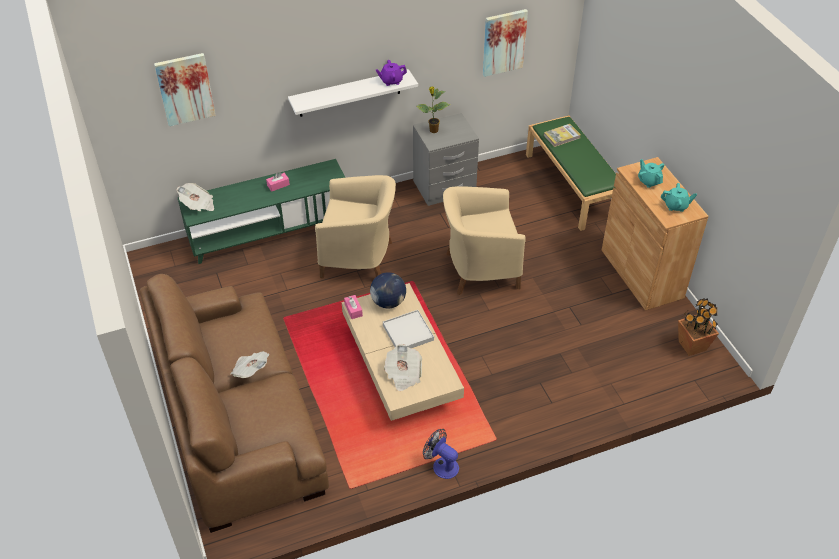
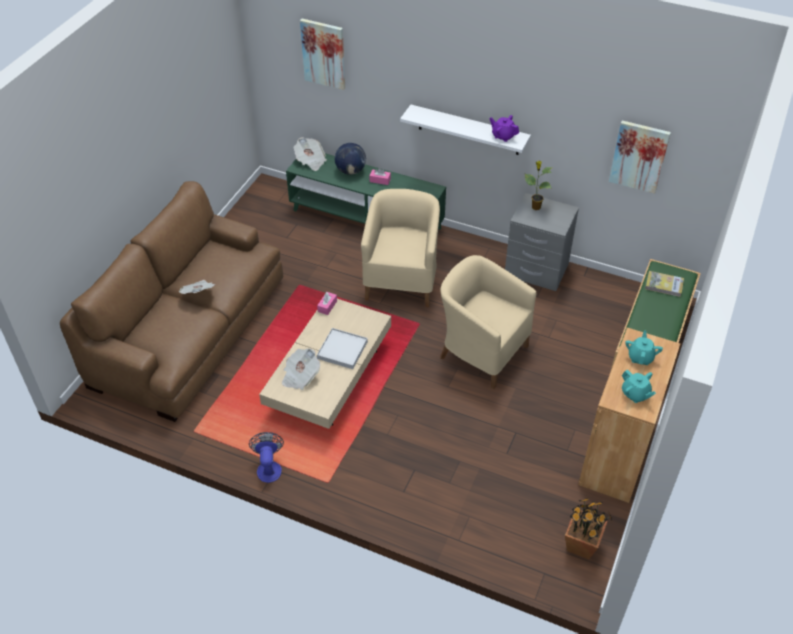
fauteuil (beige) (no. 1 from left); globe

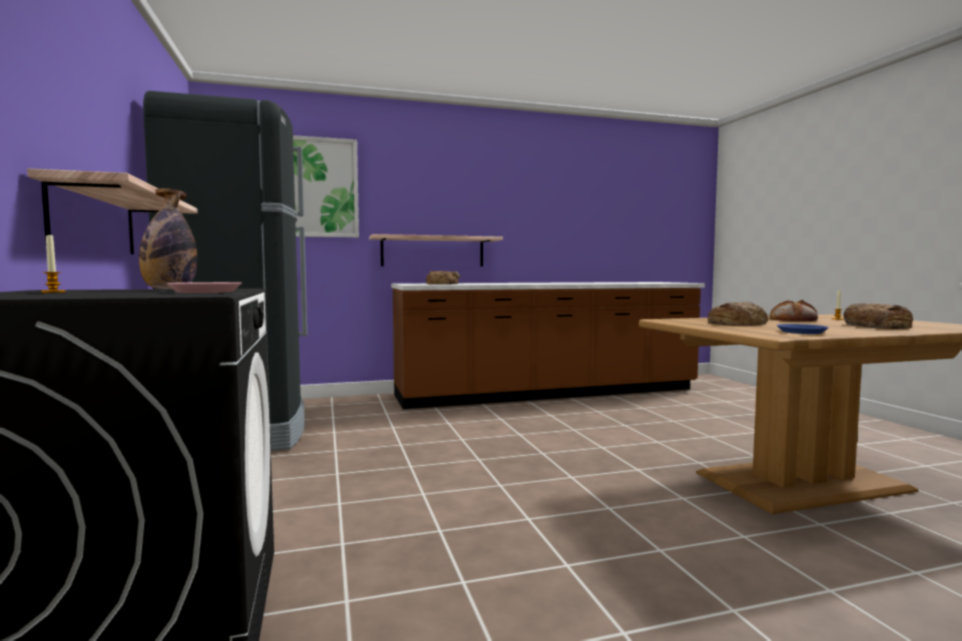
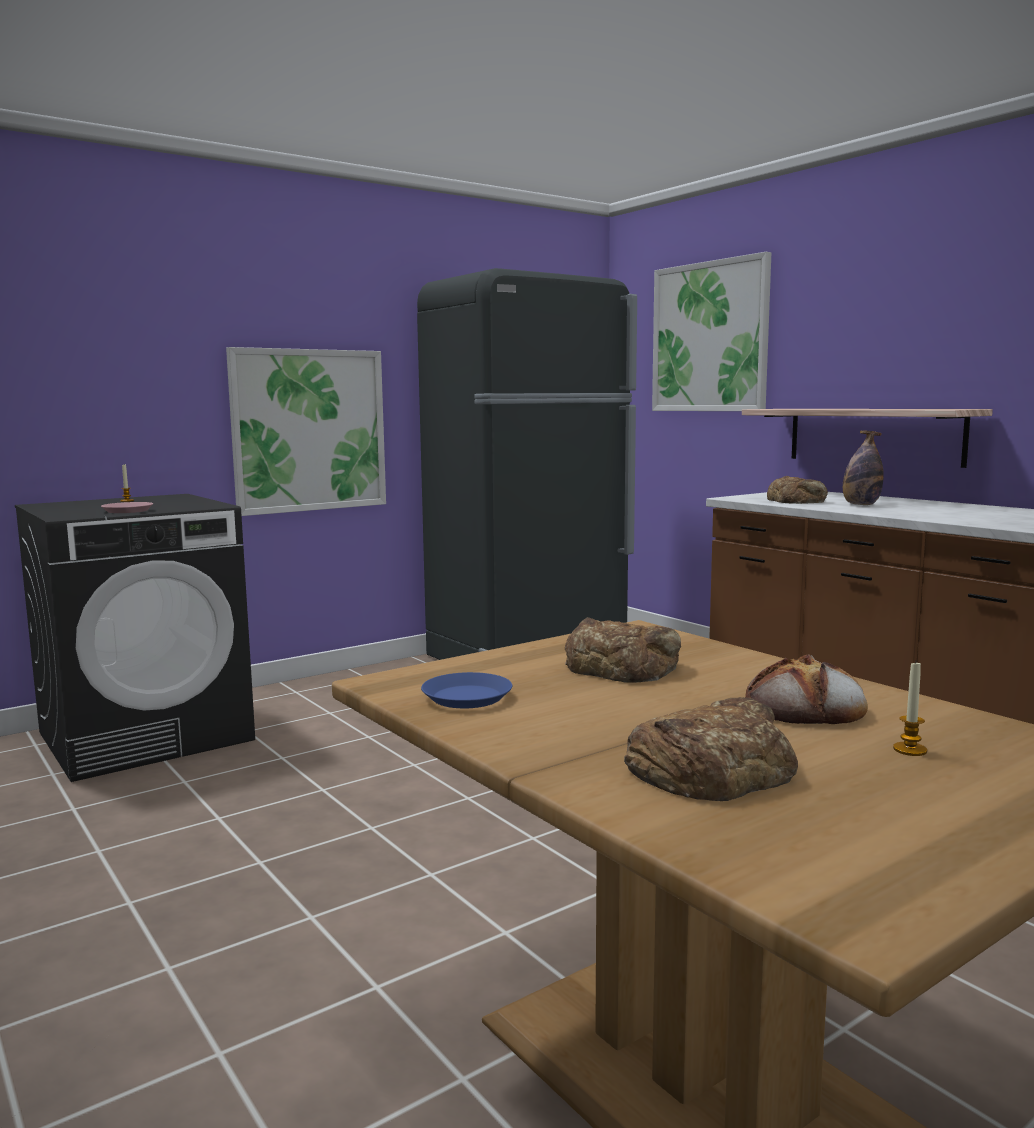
tableau (no. 1 from left); bouteille

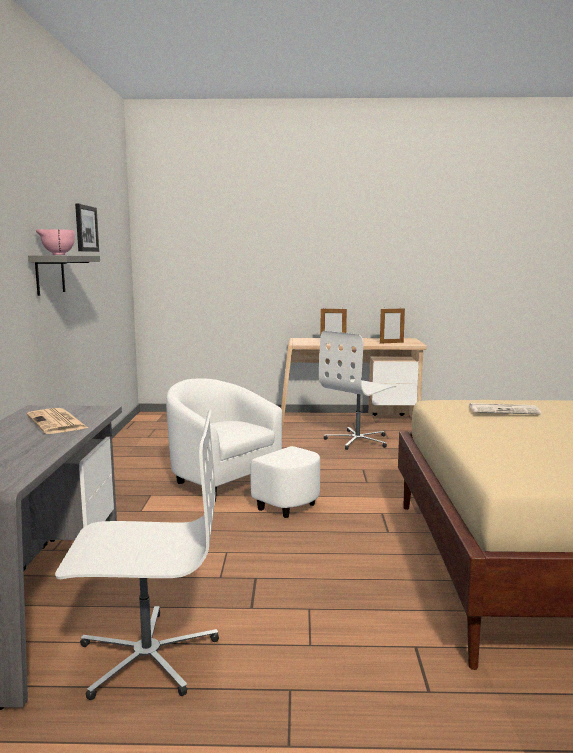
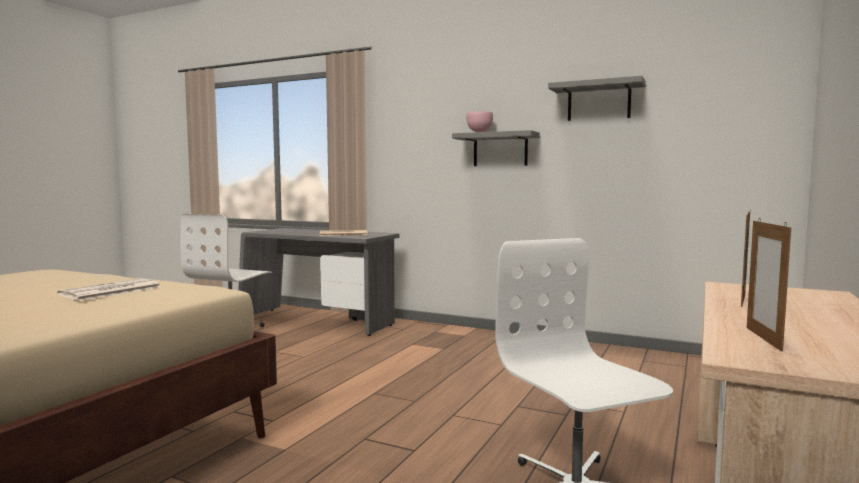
étagère (gris) (no. 2 from left); fauteuil (blanc)

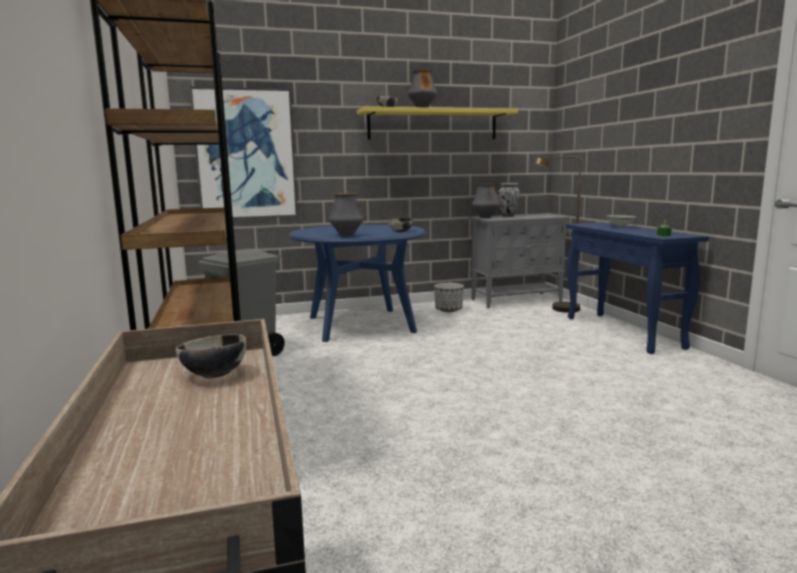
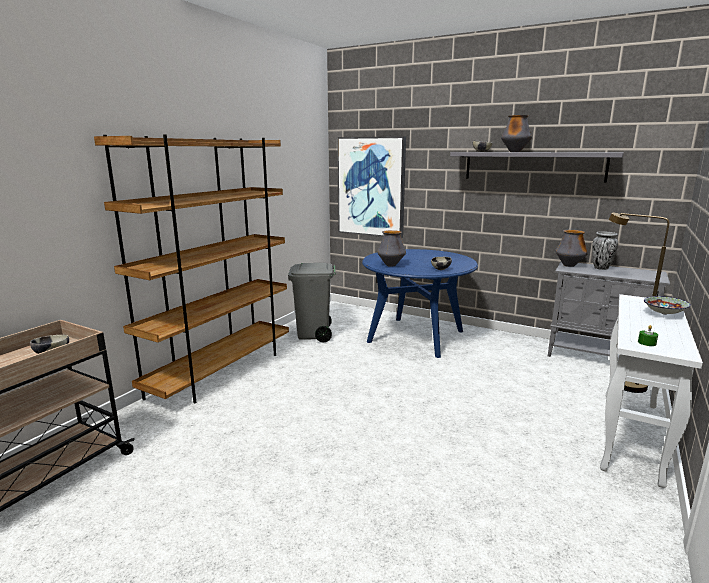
étagère (gris); table console (blanc); cache-pot

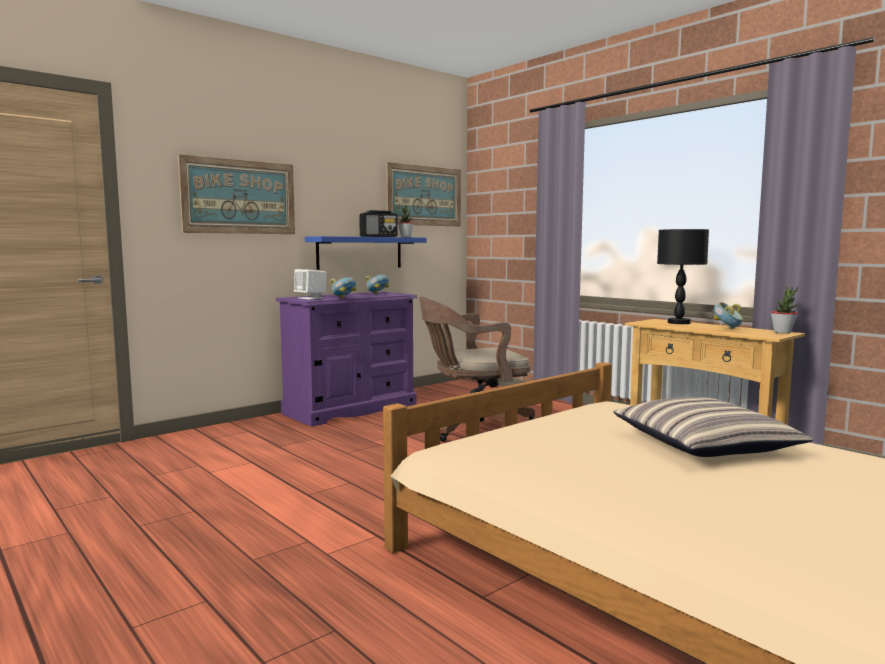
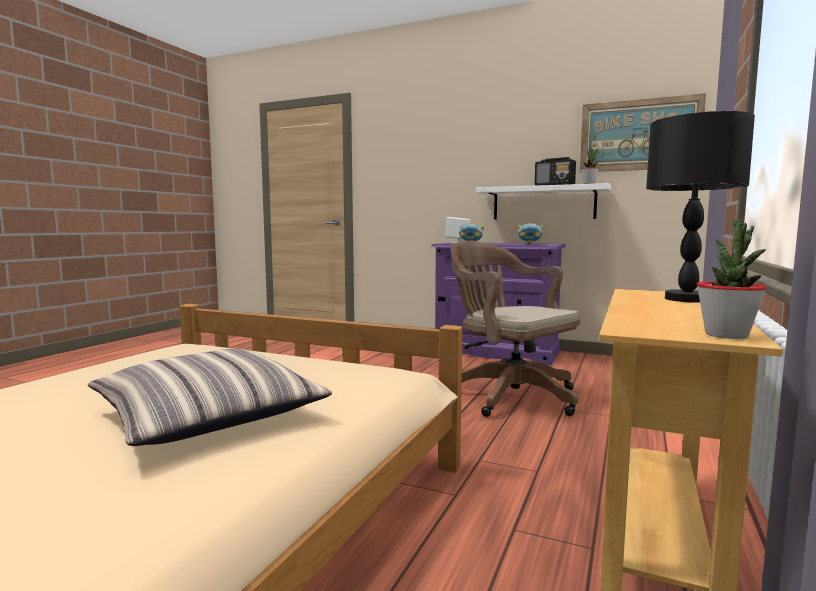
tableau (no. 1 from left in the first image); étagère (blanc); bol (no. 3 from left in the first image)

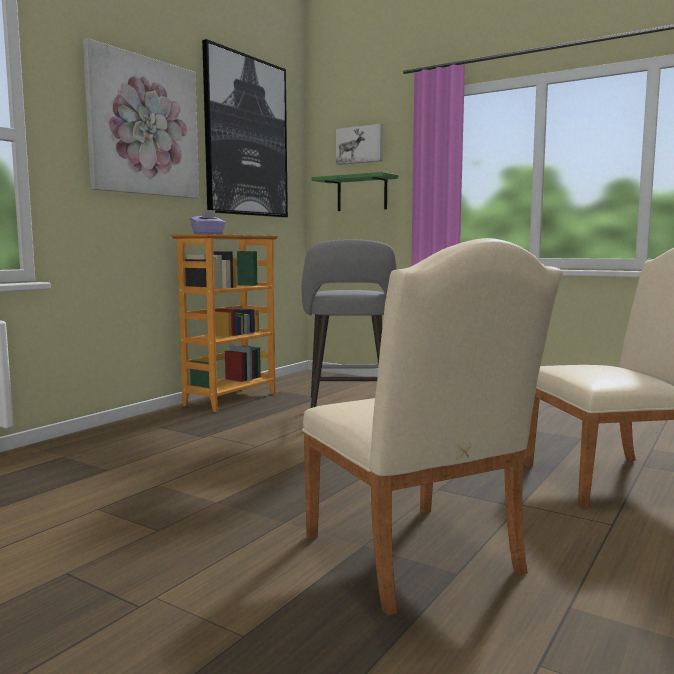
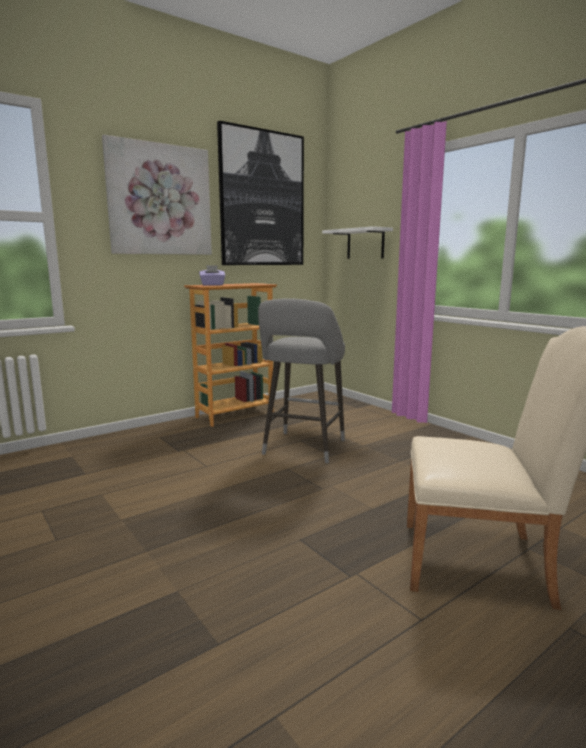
tableau (no. 3 from left in the first image); étagère (blanc); chaise (beige) (no. 1 from left in the first image)

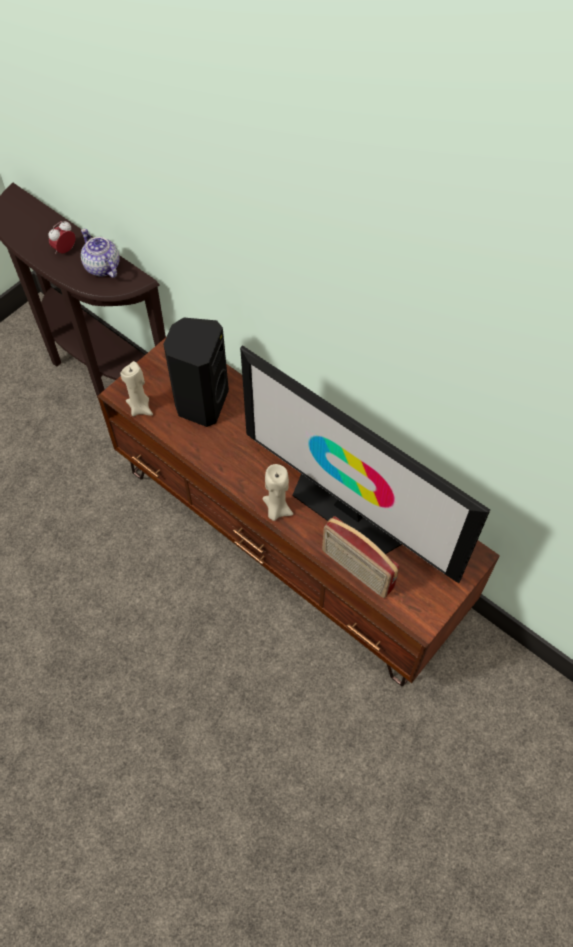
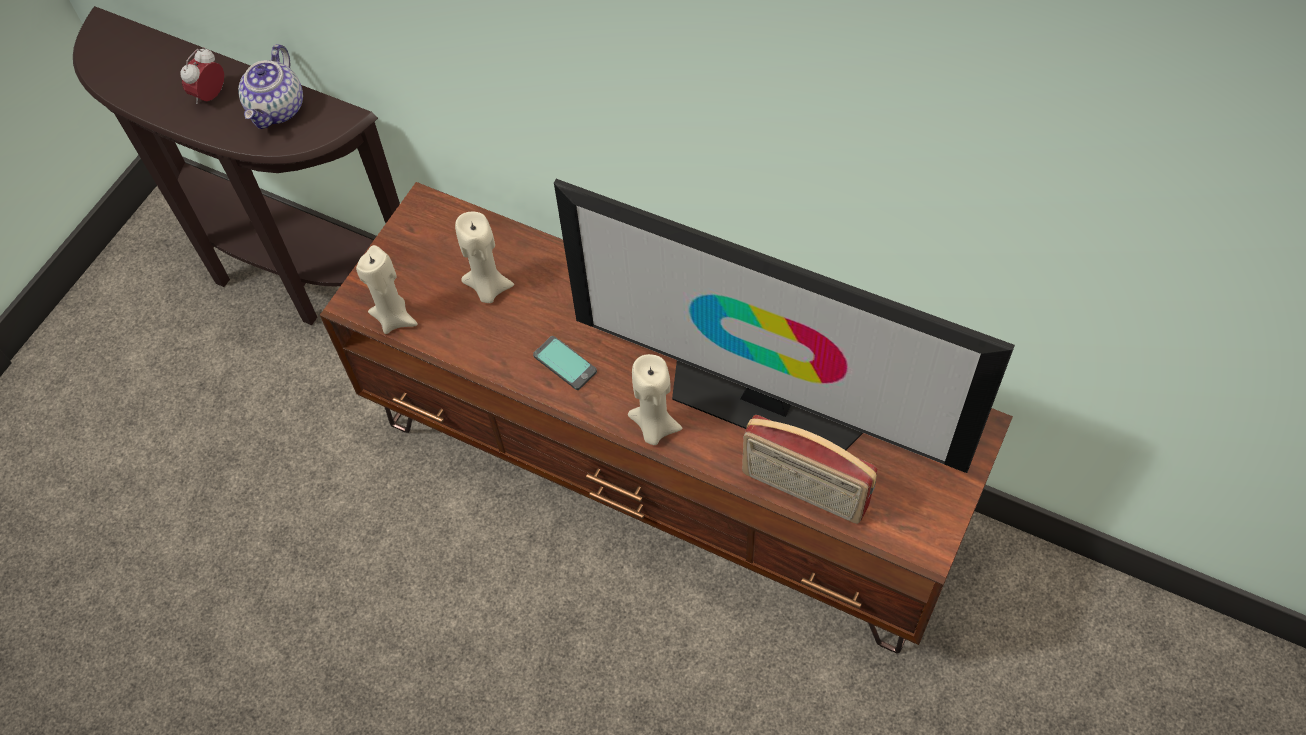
théière; bougie (beige) (no. 2 from left); téléphone

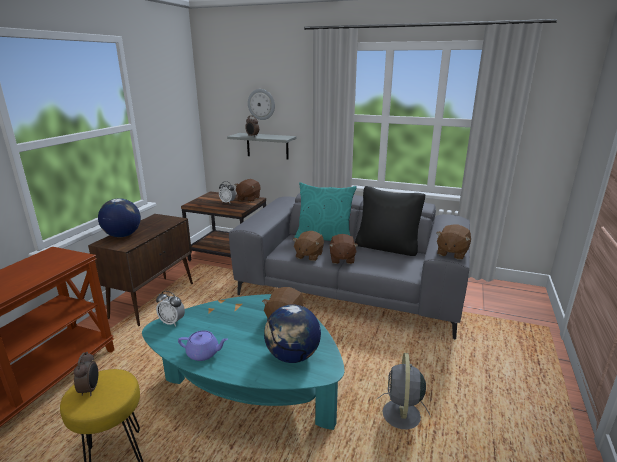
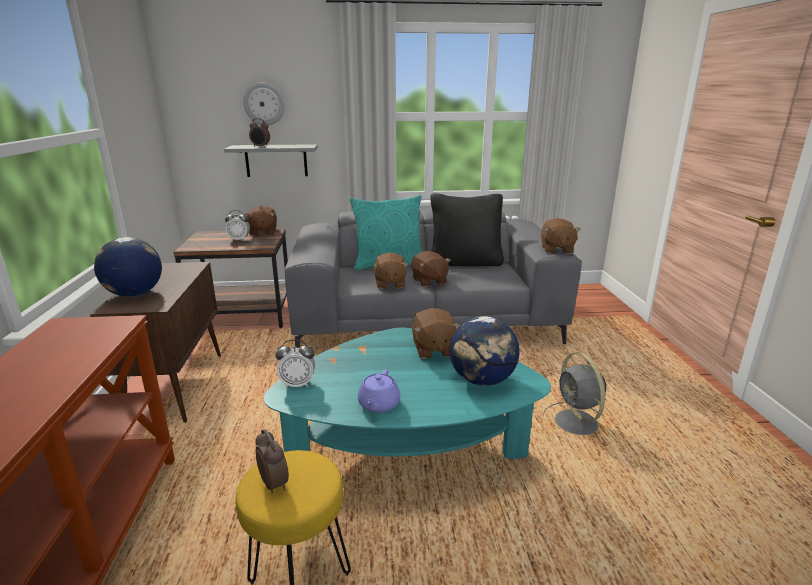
théière (violet)

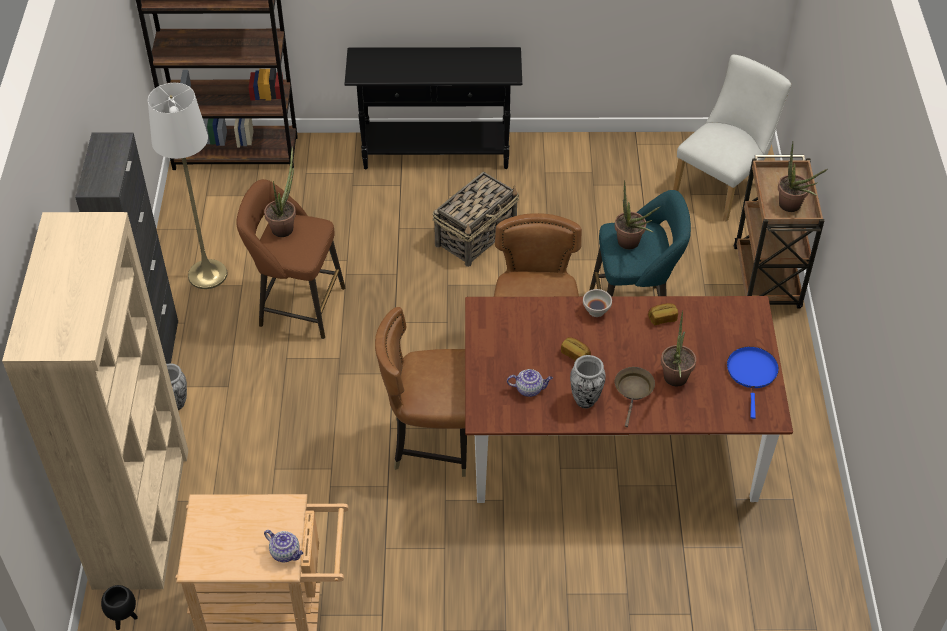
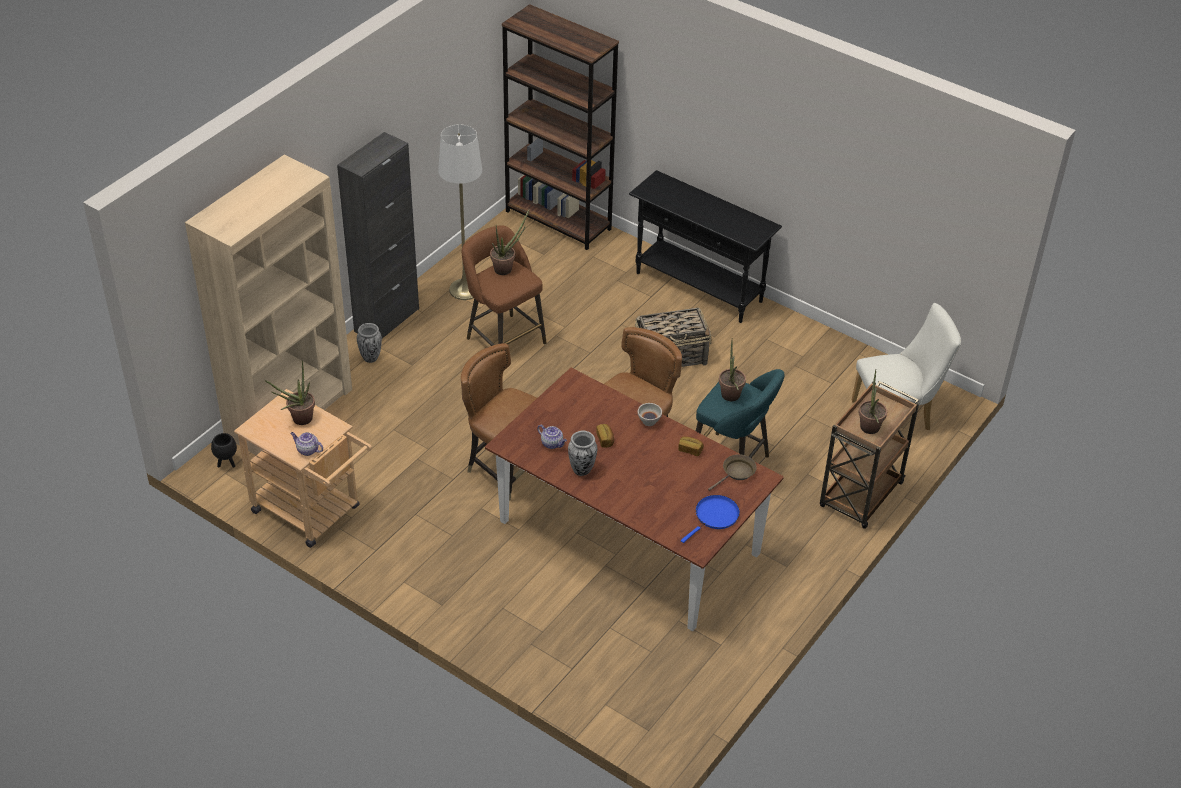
plante en pot (no. 1 from left); poêle (marron); théière (no. 1 from left)

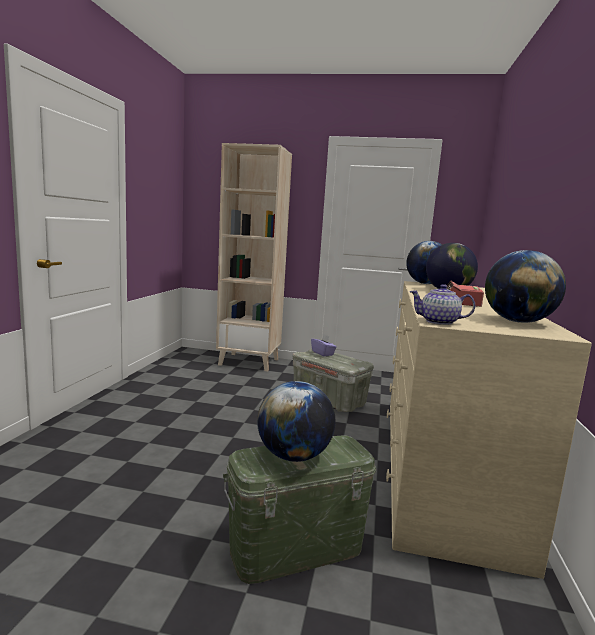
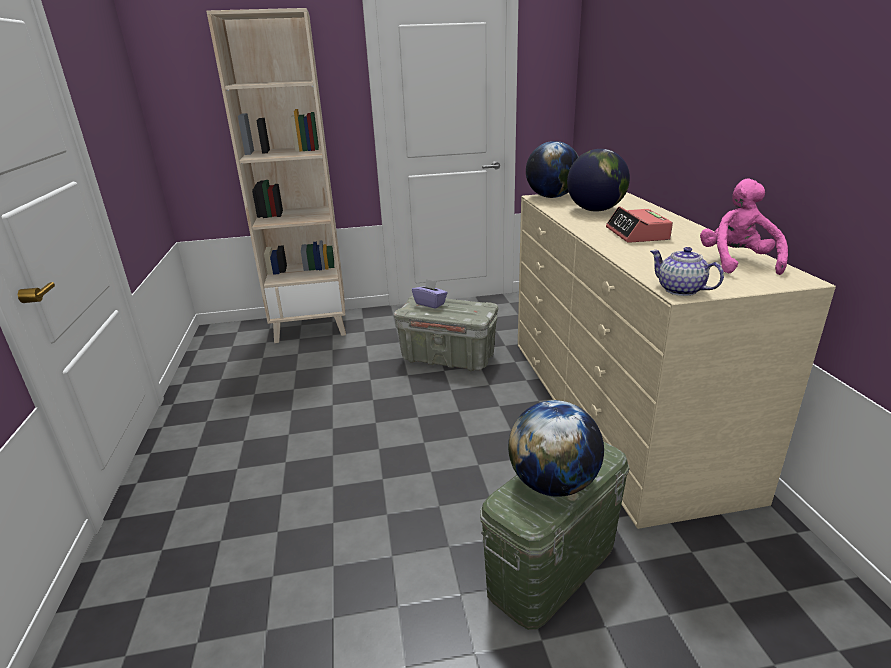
peluche (rose); théière

